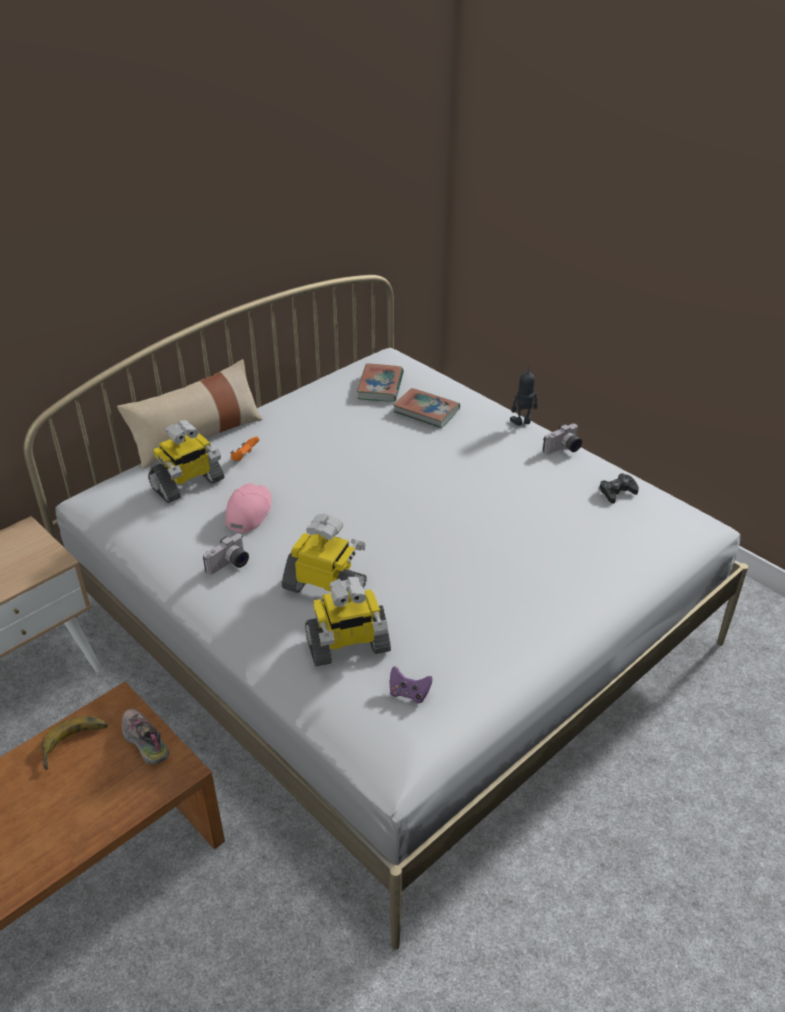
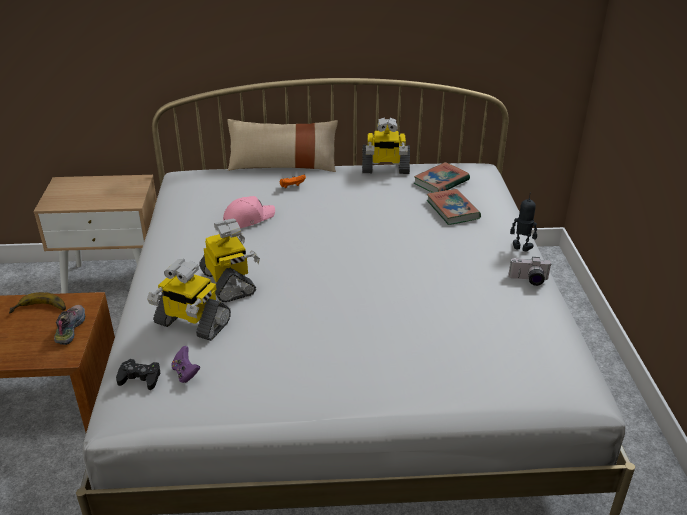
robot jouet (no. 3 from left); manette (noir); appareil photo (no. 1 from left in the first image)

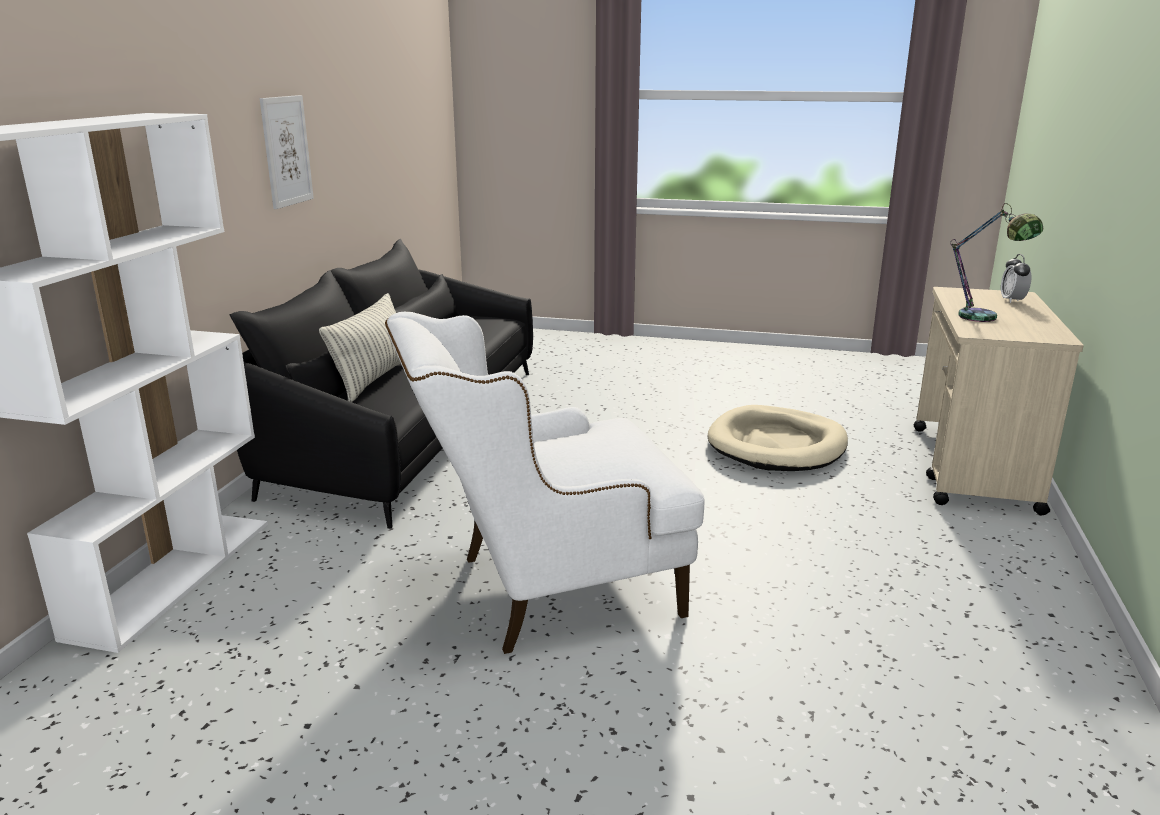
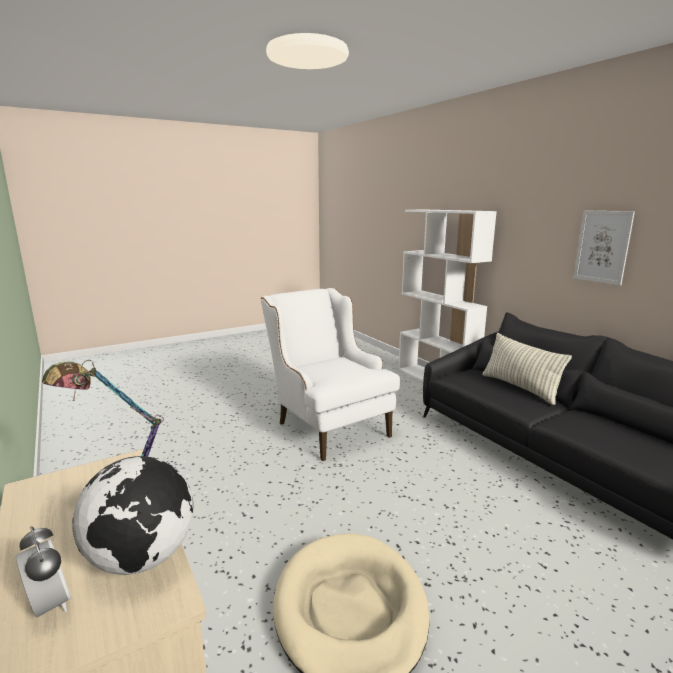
fauteuil (blanc); globe

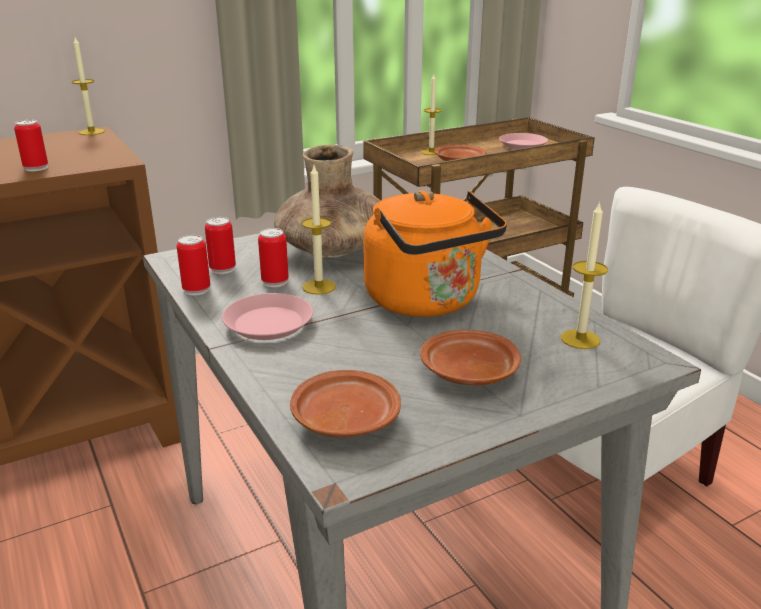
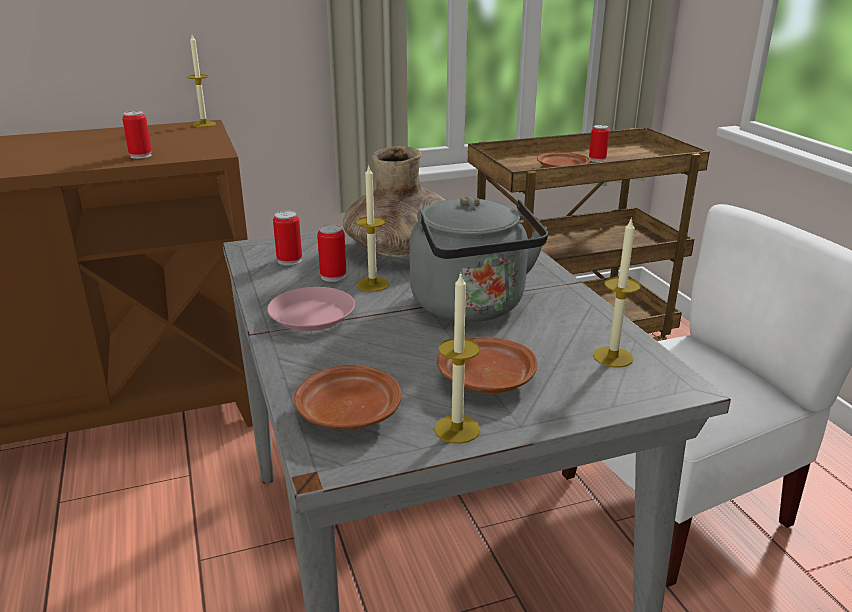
bougie (no. 3 from left); assiette (rose) (no. 2 from left in the first image); bouilloire (gris); boîte métallique (no. 4 from left)

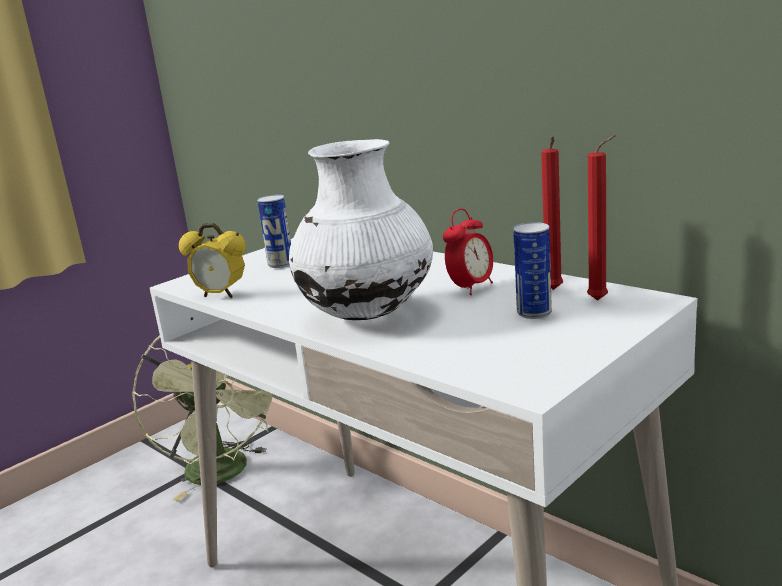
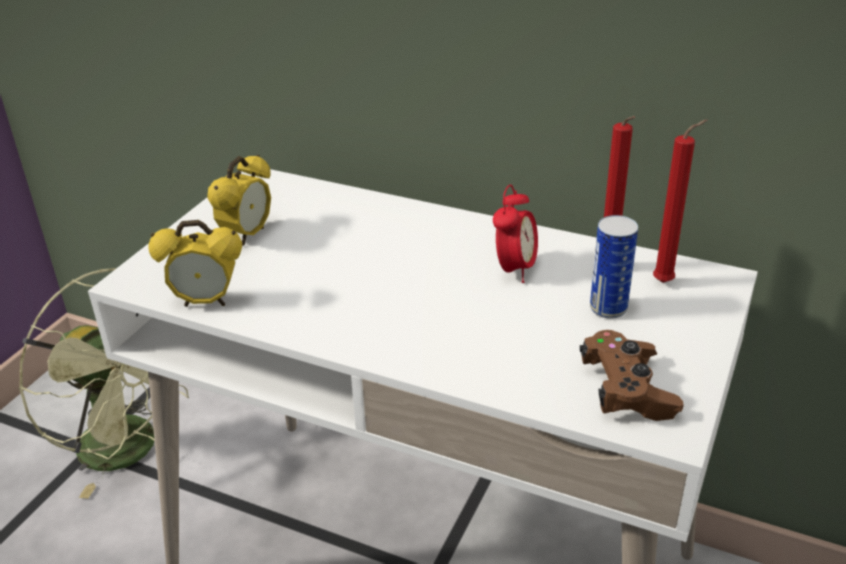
vase (blanc); réveil (no. 2 from left); manette (marron)

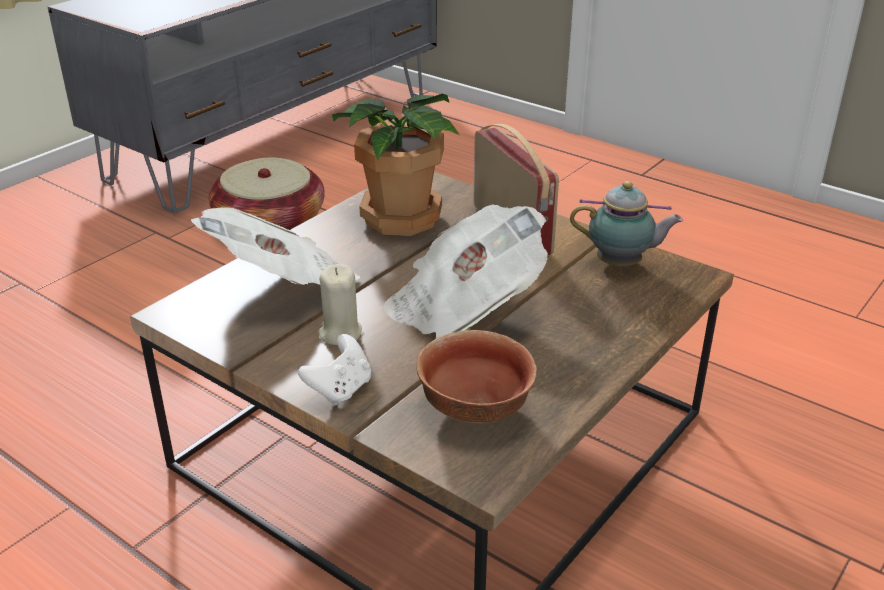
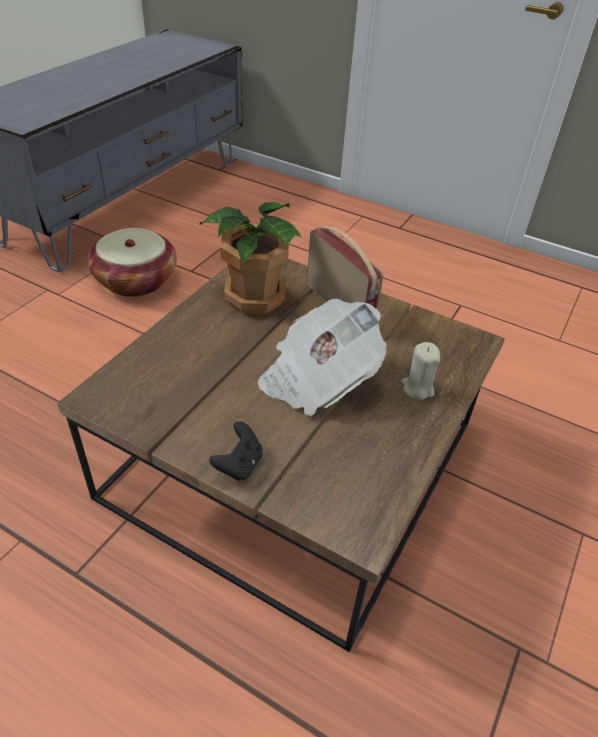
théière; journal (no. 1 from left in the first image); bougie (beige); bol; manette (noir)

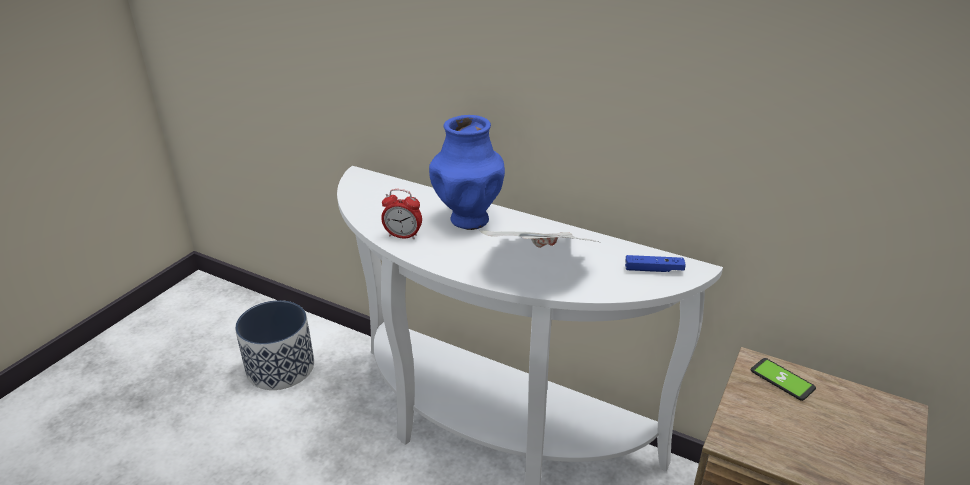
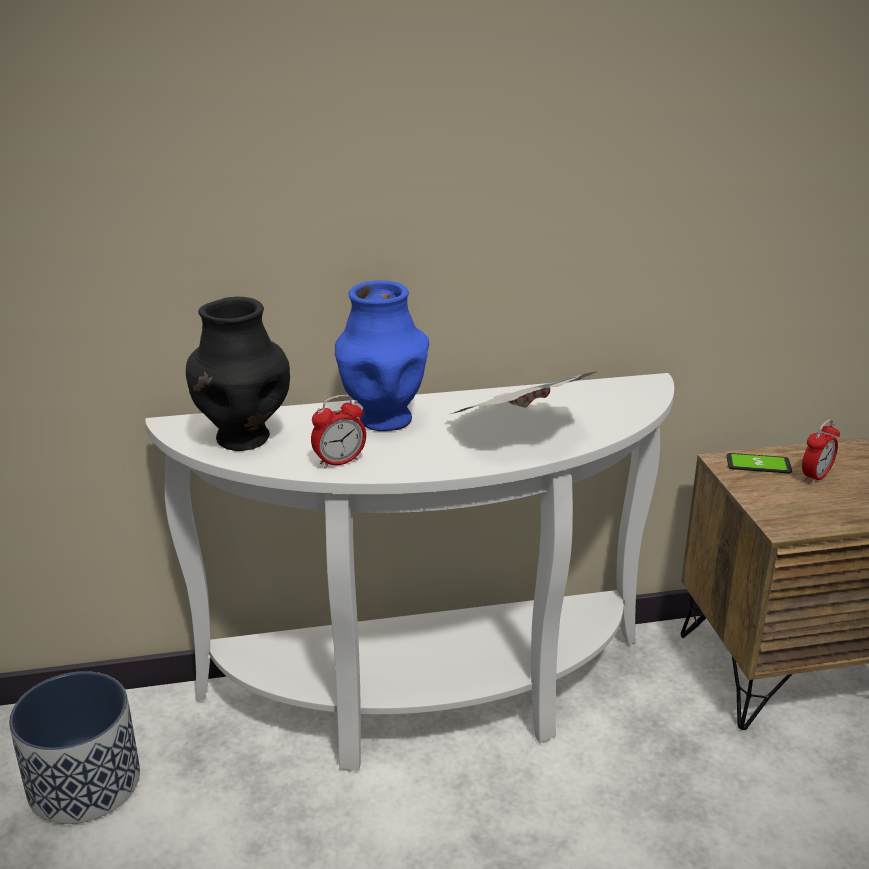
manette (bleu); vase (noir); réveil (no. 2 from left)

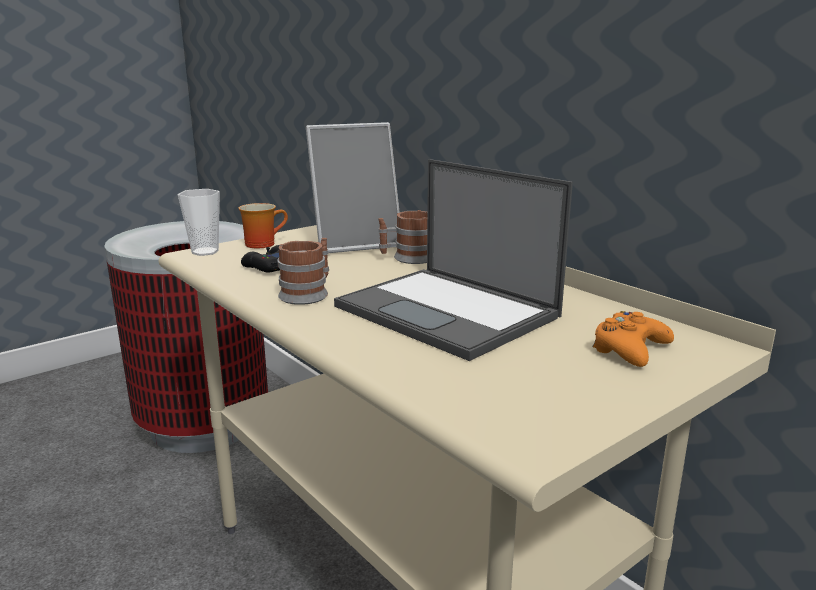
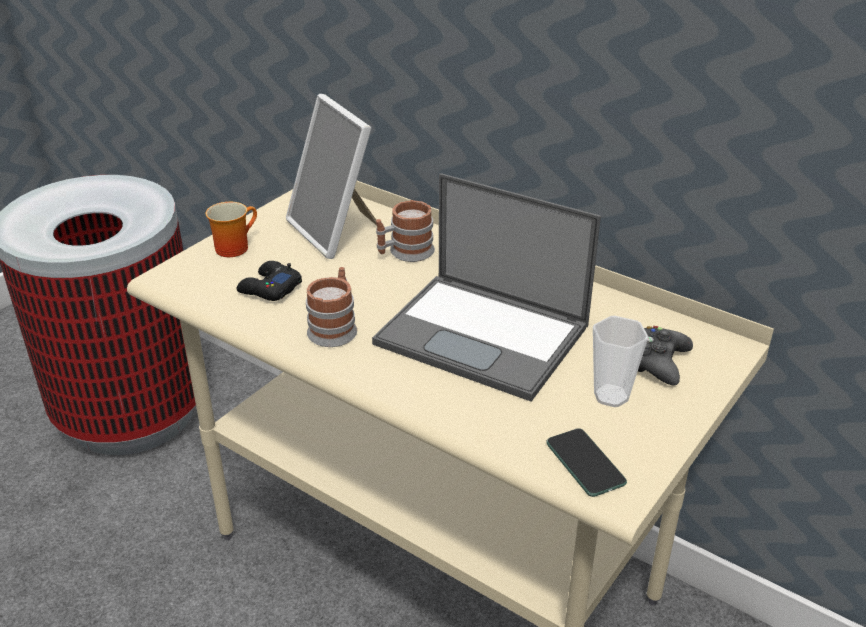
cadre photo; tasse; manette (noir) (no. 2 from left); téléphone

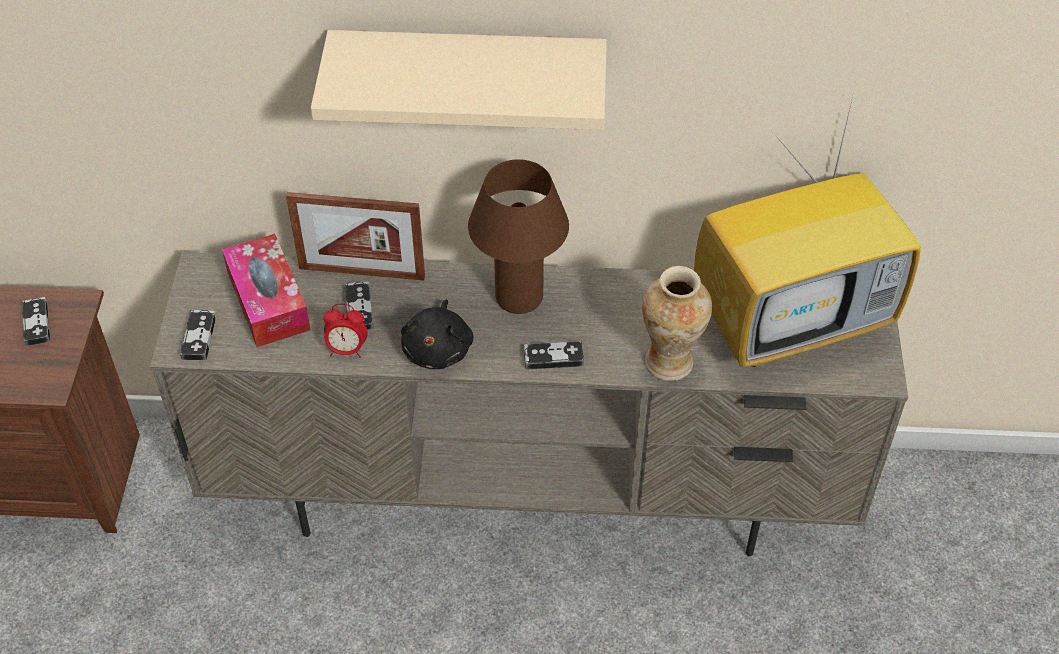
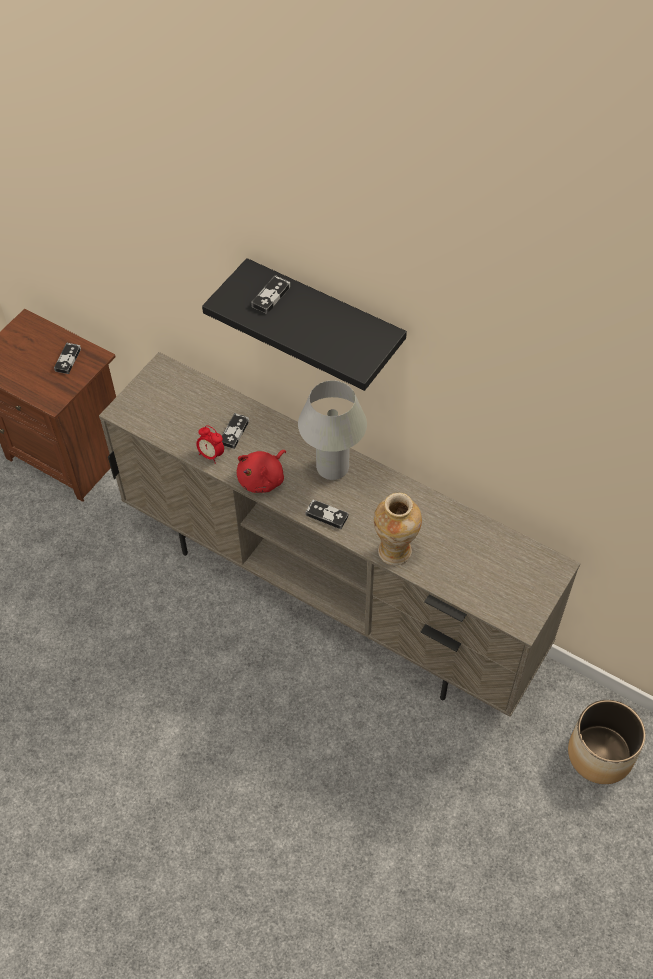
étagère (noir); téléviseur; lampe de table (blanc); cadre photo; boîte à mouchoirs; peluche (rouge); manette (no. 3 from left); cache-pot

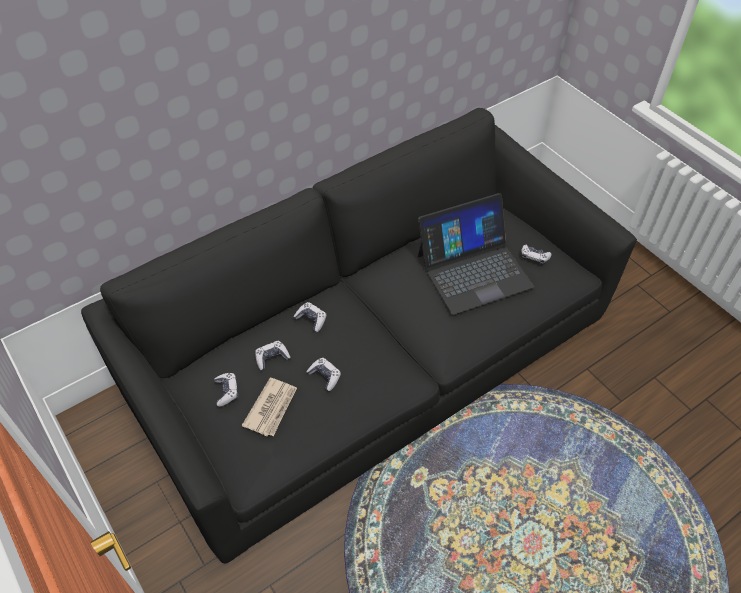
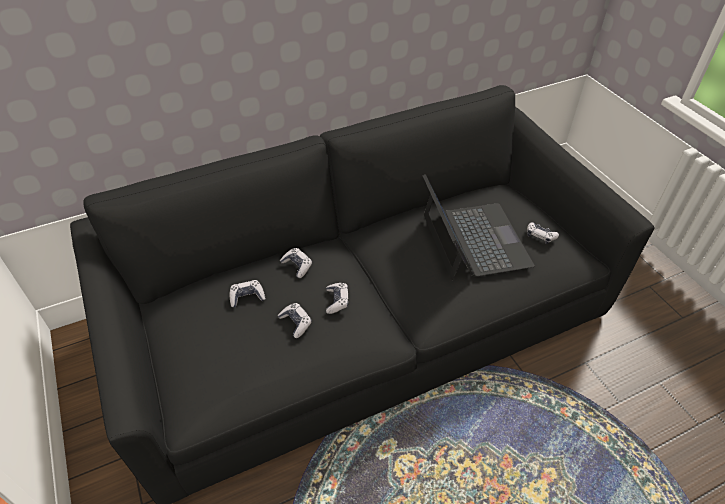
ordinateur portable; manette (no. 4 from left); journal

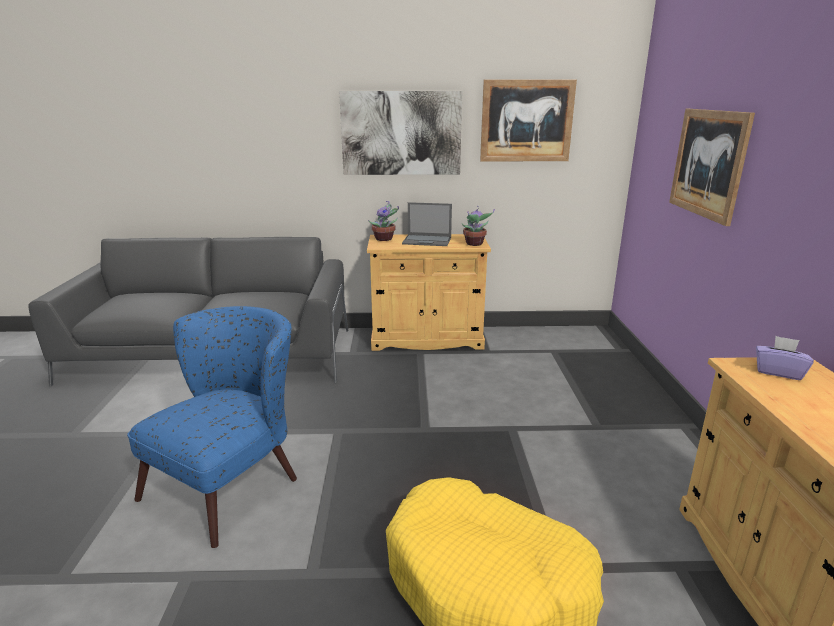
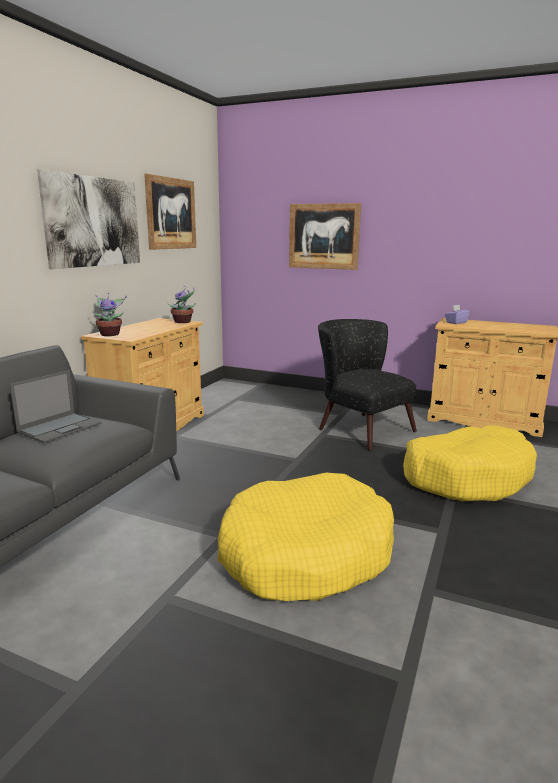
ordinateur portable; panier pour chien (jaune) (no. 1 from left); fauteuil (noir)

